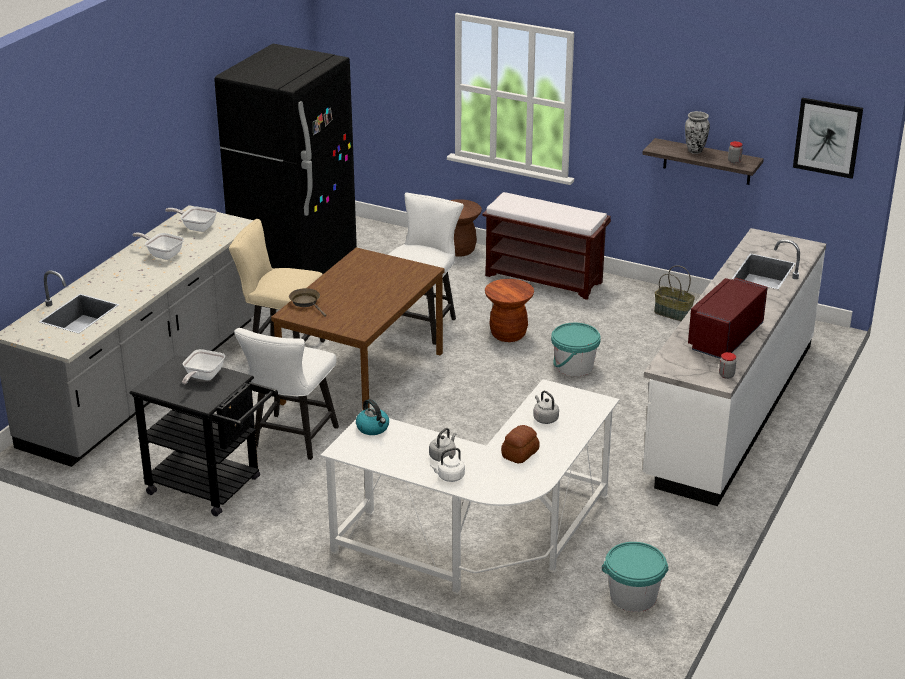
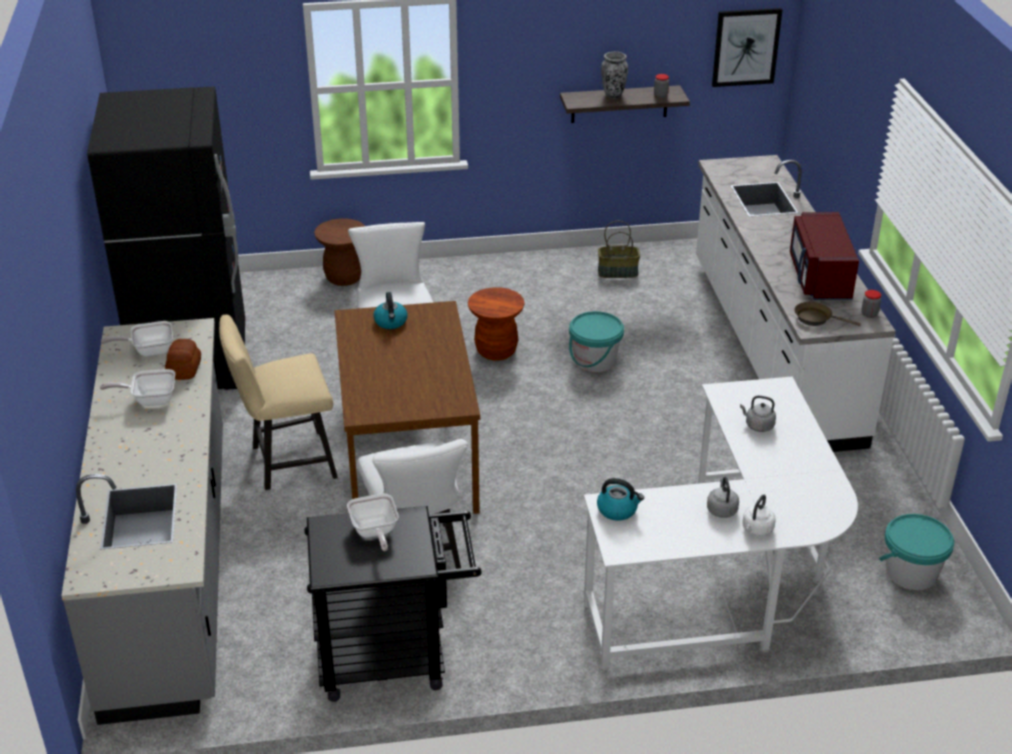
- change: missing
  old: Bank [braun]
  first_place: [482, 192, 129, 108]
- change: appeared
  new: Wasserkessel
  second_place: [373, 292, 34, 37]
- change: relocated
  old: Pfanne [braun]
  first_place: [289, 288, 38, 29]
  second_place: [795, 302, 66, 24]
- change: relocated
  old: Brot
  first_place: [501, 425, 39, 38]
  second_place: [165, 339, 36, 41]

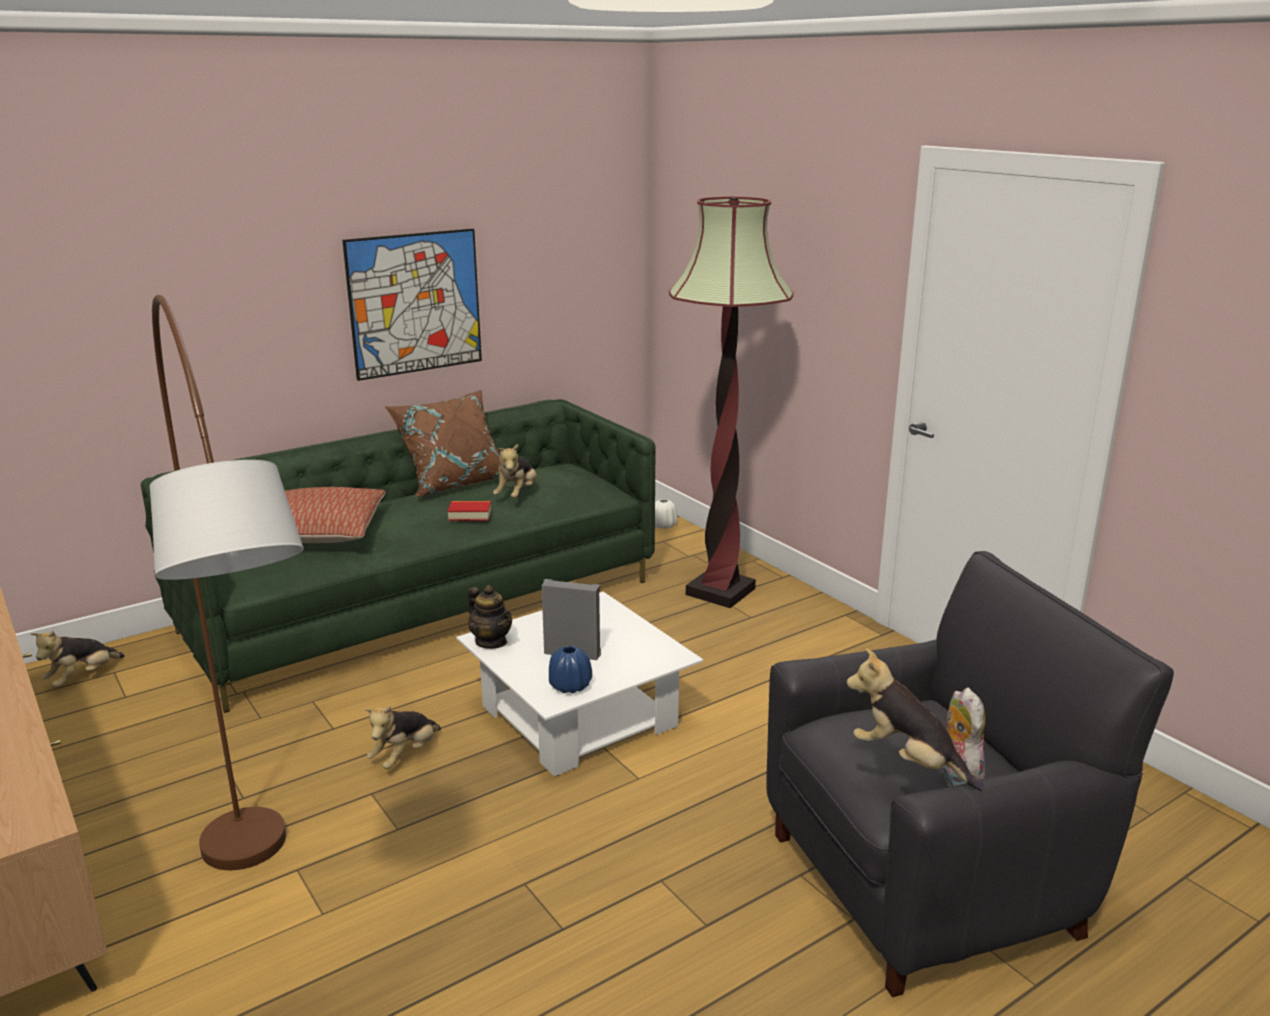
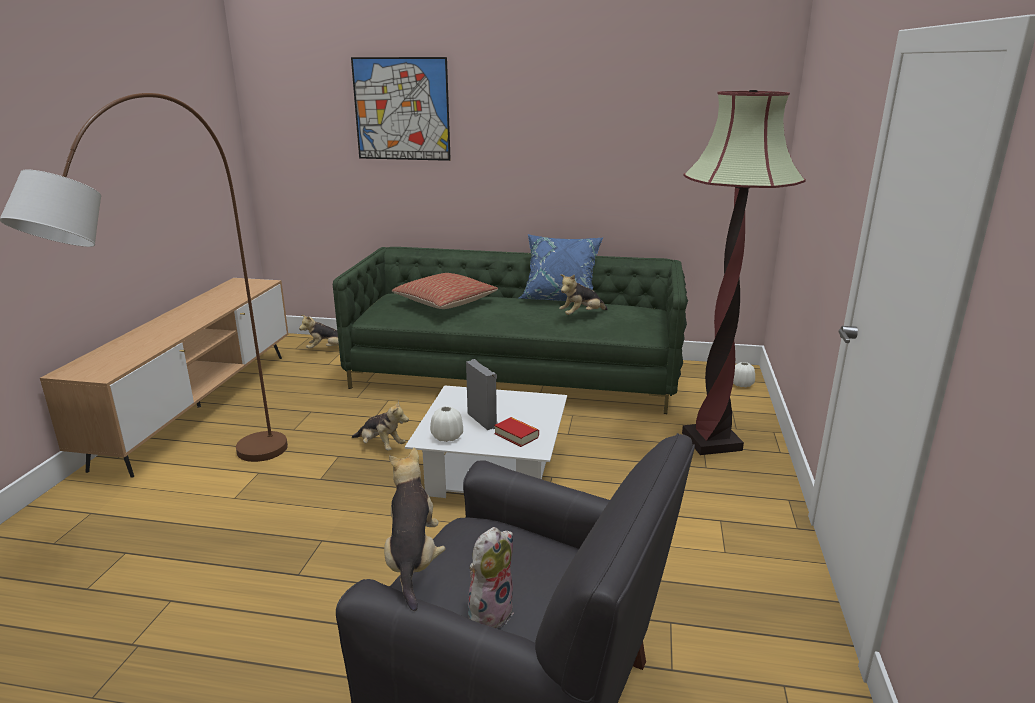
- change: missing
  old: Teekanne
  first_place: [468, 585, 44, 64]
- change: relocated
  old: Bild
  first_place: [342, 228, 140, 153]
  second_place: [351, 57, 100, 104]
- change: relocated
  old: Buch
  first_place: [448, 501, 43, 20]
  second_place: [494, 417, 45, 30]
- change: colour
  old: Kissen [braun]
  new: Kissen [blau]
  first_place: [385, 390, 115, 107]
  second_place: [519, 234, 84, 67]
- change: colour
  old: Vase [blau]
  new: Vase [weiß]
  first_place: [549, 646, 43, 47]
  second_place: [430, 406, 33, 36]
- change: spun
  old: Plüschtier
  first_place: [365, 706, 76, 63]
  second_place: [352, 400, 57, 50]
  degrees: -135

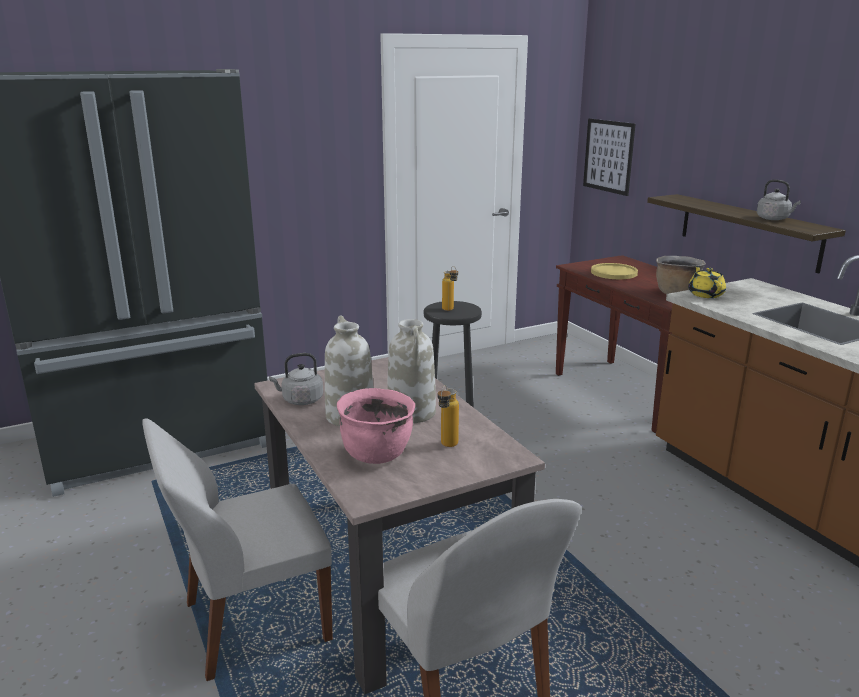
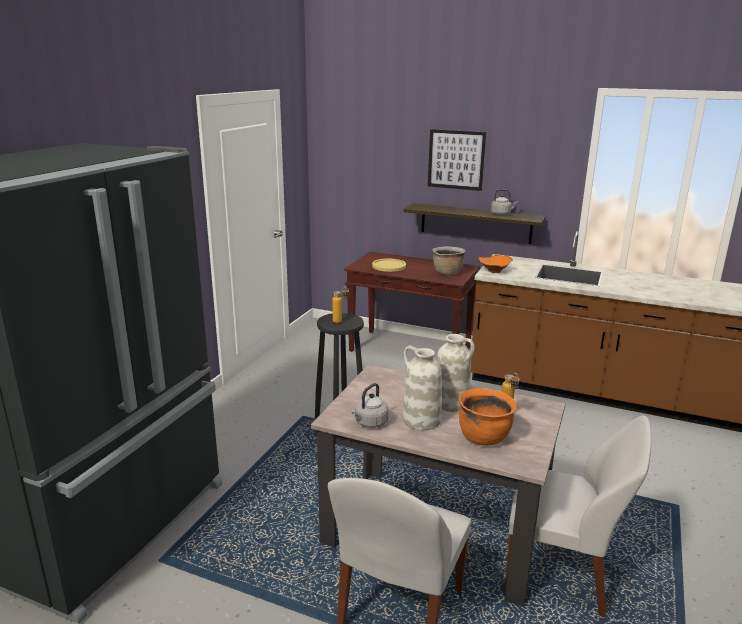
- change: relocated
  old: Bild
  first_place: [583, 118, 52, 78]
  second_place: [428, 129, 58, 62]
- change: exchanged
  old: Teekanne [gelb]
  new: Schüssel [orange]
  first_place: [688, 266, 38, 32]
  second_place: [478, 254, 35, 19]
- change: colour
  old: Kochtopf [rosa]
  new: Kochtopf [orange]
  first_place: [337, 388, 78, 76]
  second_place: [459, 388, 58, 58]

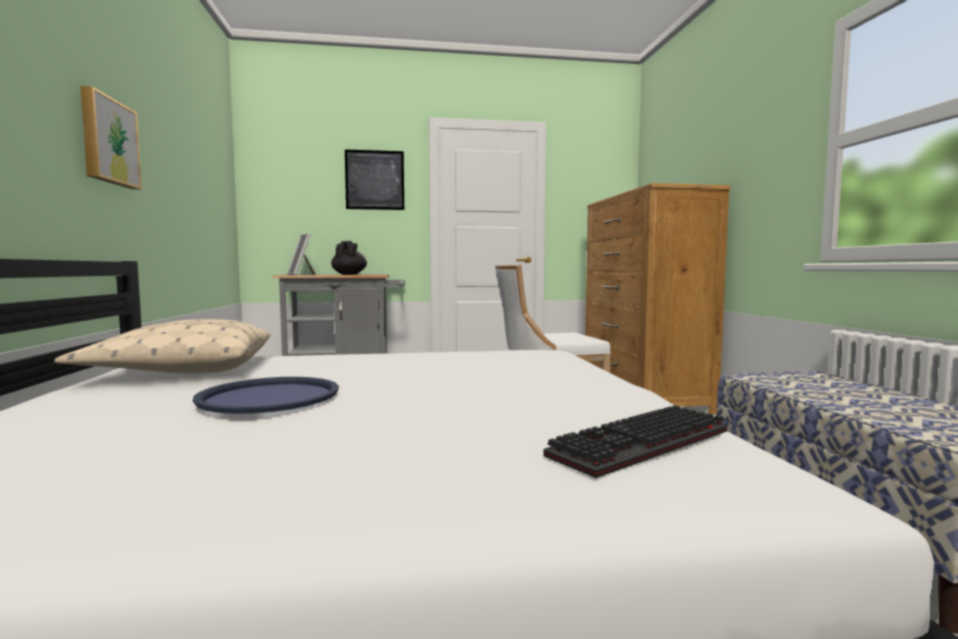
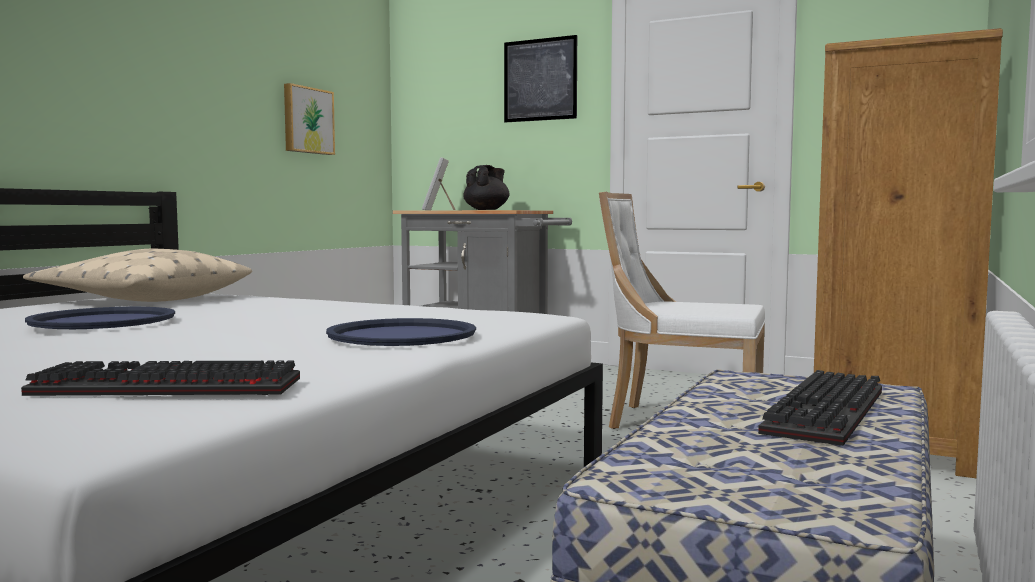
- change: appeared
  new: Tablett [blau]
  second_place: [326, 318, 150, 28]
- change: appeared
  new: Tastatur
  second_place: [758, 370, 124, 76]
- change: relocated
  old: Bild
  first_place: [80, 86, 62, 104]
  second_place: [284, 83, 51, 72]

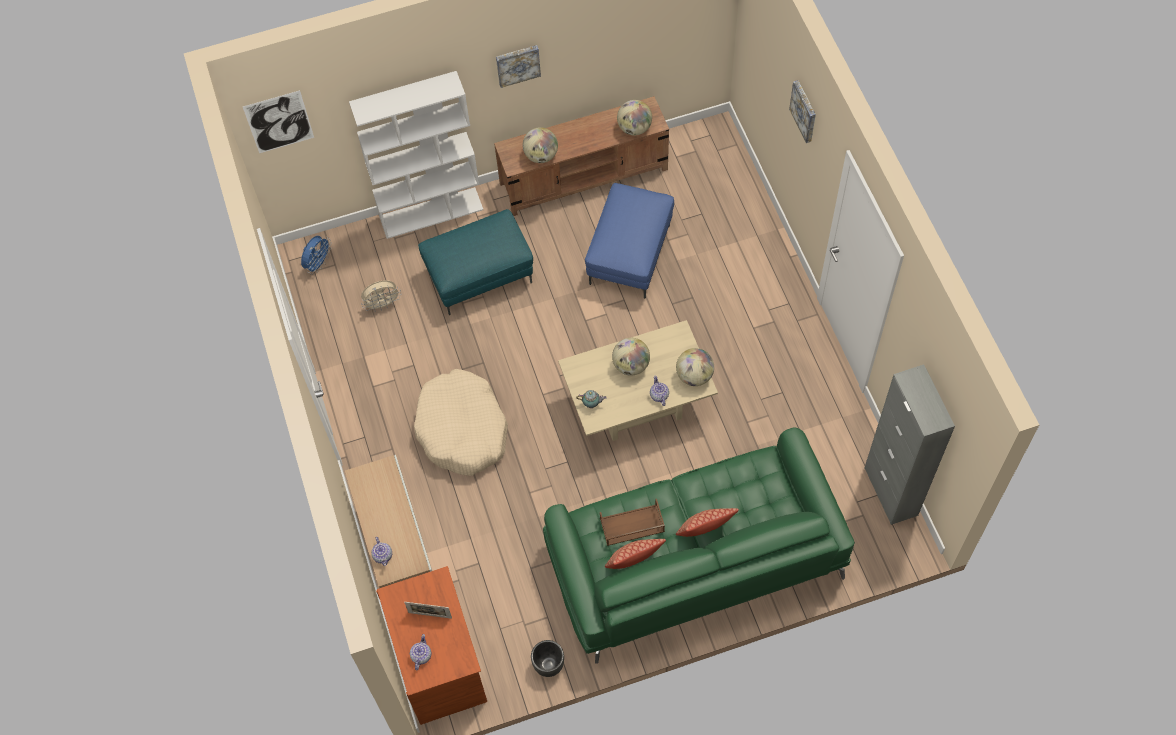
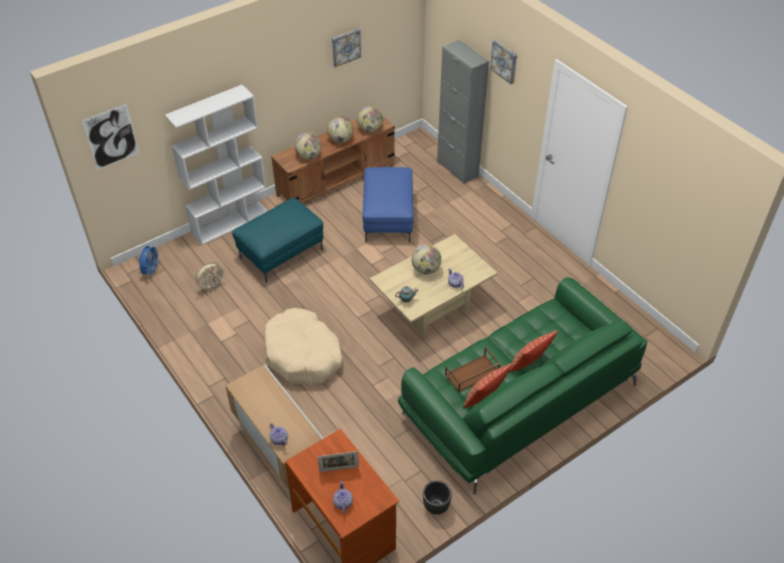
- change: relocated
  old: Bild
  first_place: [496, 45, 45, 43]
  second_place: [332, 28, 29, 40]
- change: relocated
  old: Globus
  first_place: [676, 348, 38, 38]
  second_place: [327, 116, 26, 27]
- change: relocated
  old: Schrank [grau]
  first_place: [864, 365, 91, 160]
  second_place: [437, 40, 52, 144]

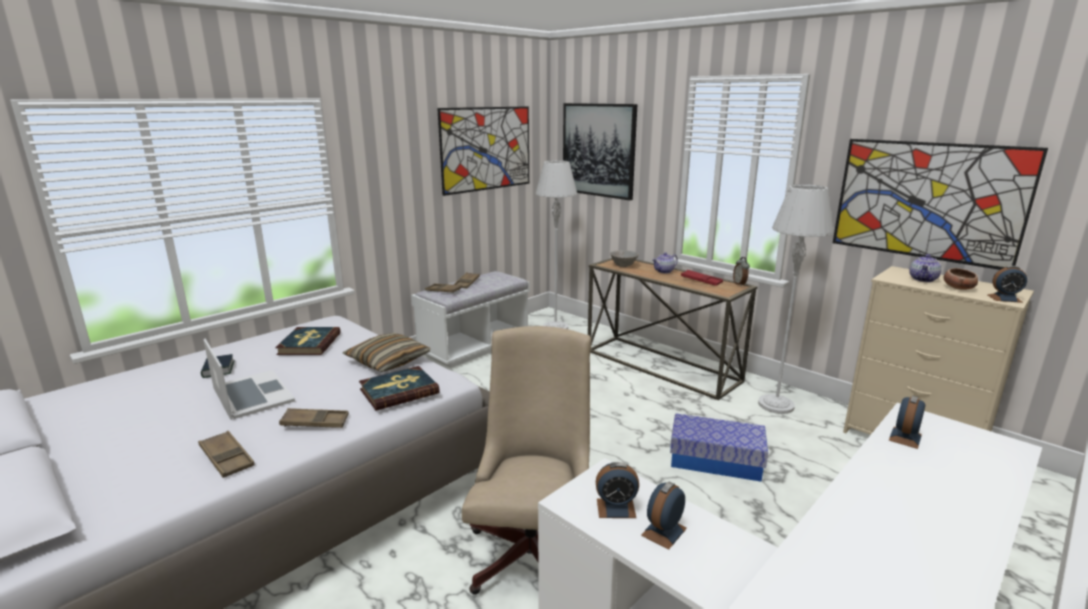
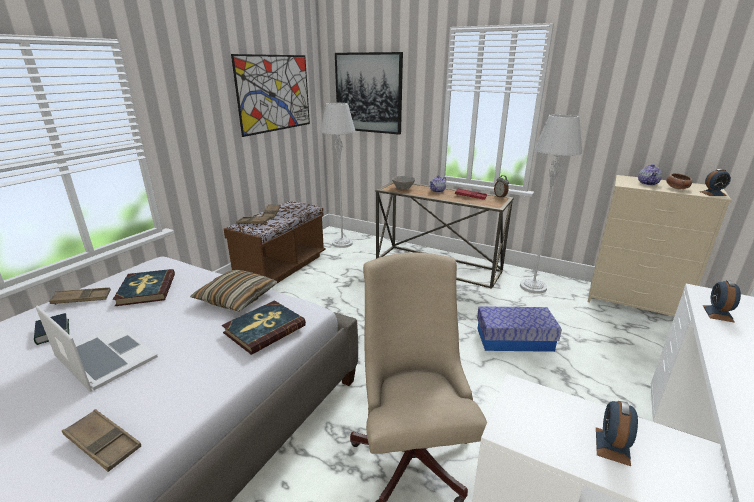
- change: missing
  old: Wecker
  first_place: [596, 462, 43, 56]
- change: missing
  old: Bild
  first_place: [833, 139, 215, 131]
- change: relocated
  old: Tablett [braun]
  first_place: [279, 408, 70, 20]
  second_place: [49, 287, 62, 18]
- change: colour
  old: Bank [weiß]
  new: Bank [braun]
  first_place: [411, 271, 119, 97]
  second_place: [224, 201, 101, 83]

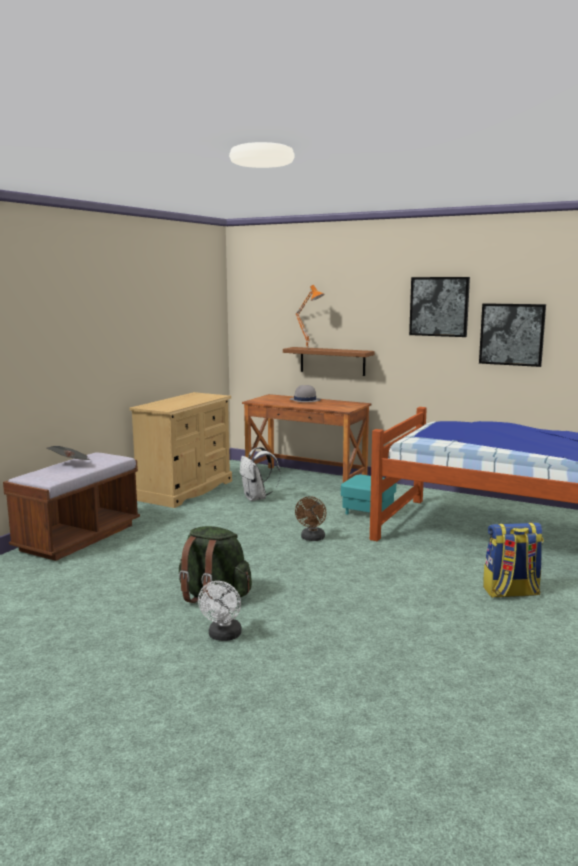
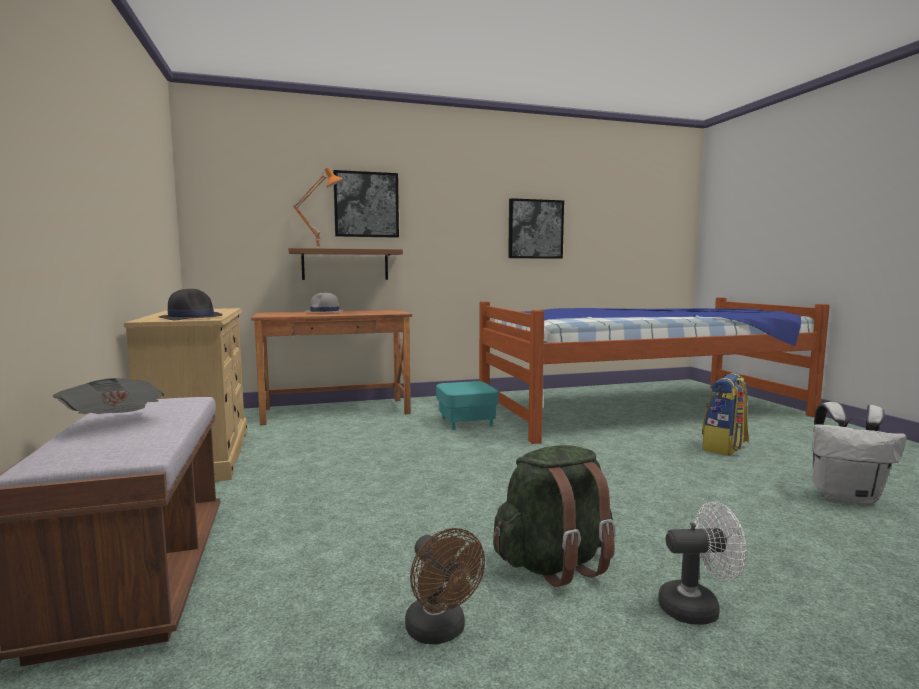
- change: appeared
  new: Hut [schwarz]
  second_place: [159, 289, 64, 31]
- change: relocated
  old: Rucksack [weiß]
  first_place: [240, 447, 40, 54]
  second_place: [812, 402, 94, 103]
- change: relocated
  old: Ventilator [braun]
  first_place: [295, 496, 31, 45]
  second_place: [405, 528, 80, 116]
- change: relocated
  old: Bild
  first_place: [409, 277, 61, 60]
  second_place: [333, 170, 66, 68]
- change: spun
  old: Ventilator [weiß]
  first_place: [198, 581, 44, 60]
  second_place: [658, 502, 89, 123]
  degrees: -60

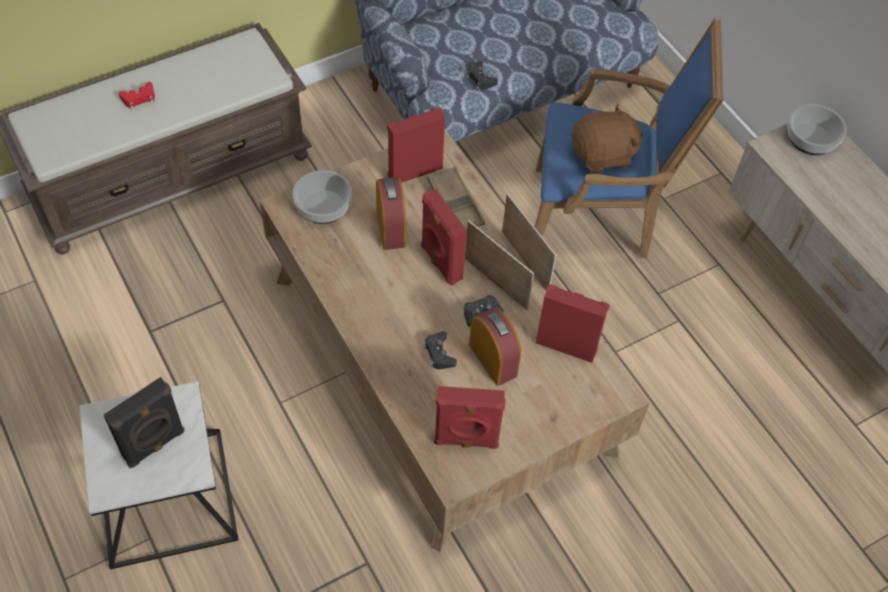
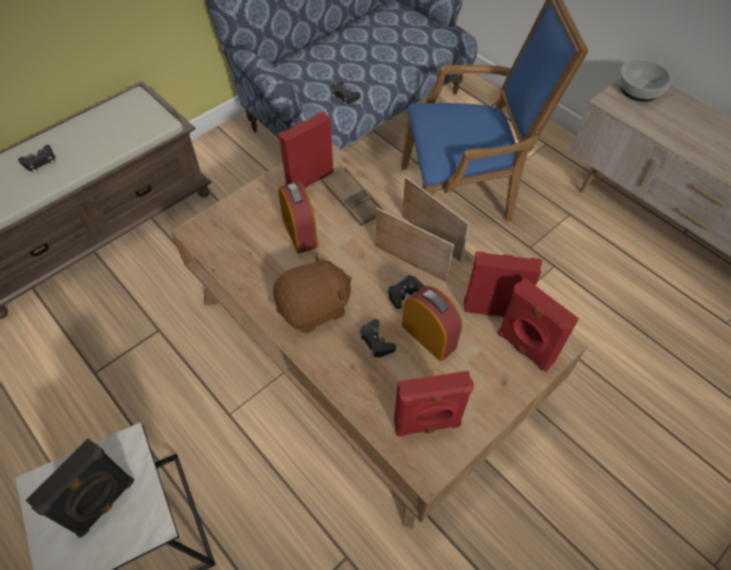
- change: missing
  old: Schüssel
  first_place: [293, 170, 59, 54]
- change: relocated
  old: Lautsprecher [rot]
  first_place: [421, 189, 46, 97]
  second_place: [498, 278, 81, 94]
- change: relocated
  old: Plüschtier [braun]
  first_place: [572, 104, 72, 70]
  second_place: [273, 252, 79, 81]
- change: colour
  old: Gamepad [rot]
  new: Gamepad [schwarz]
  first_place: [118, 82, 37, 28]
  second_place: [18, 145, 37, 28]

